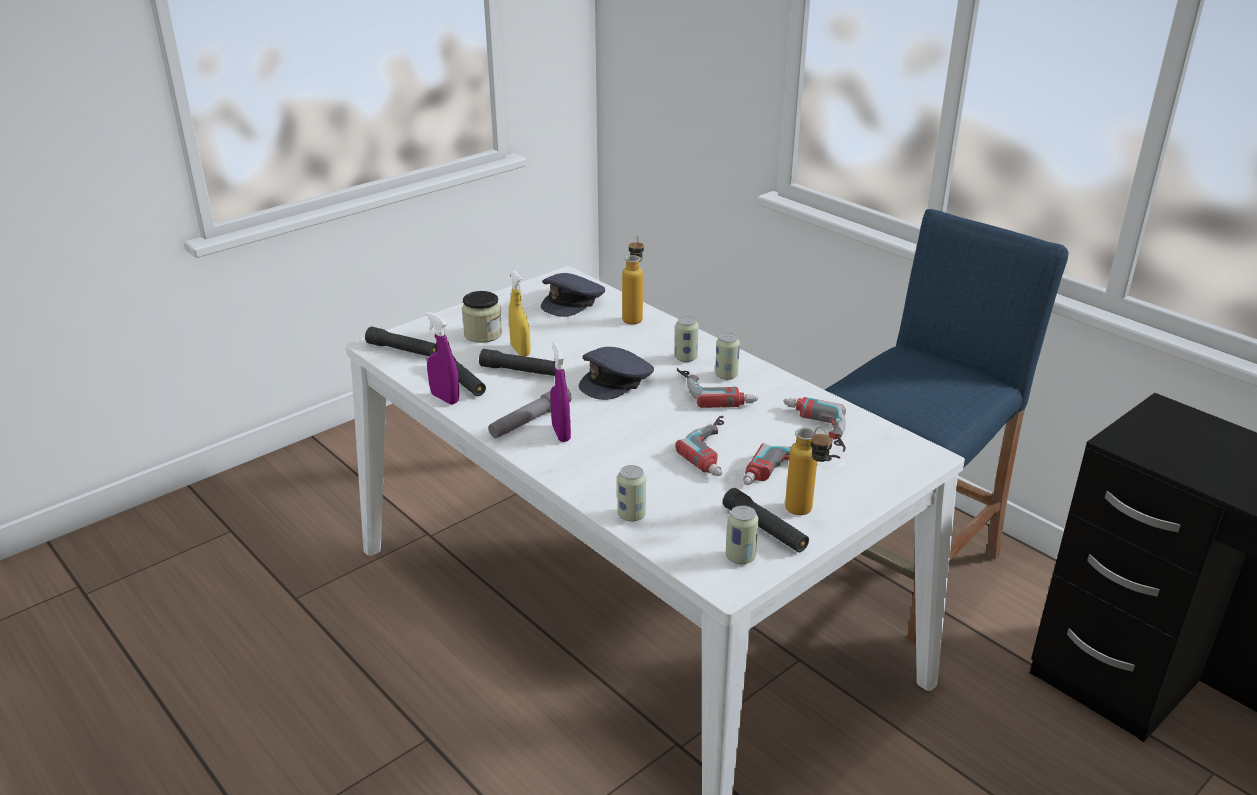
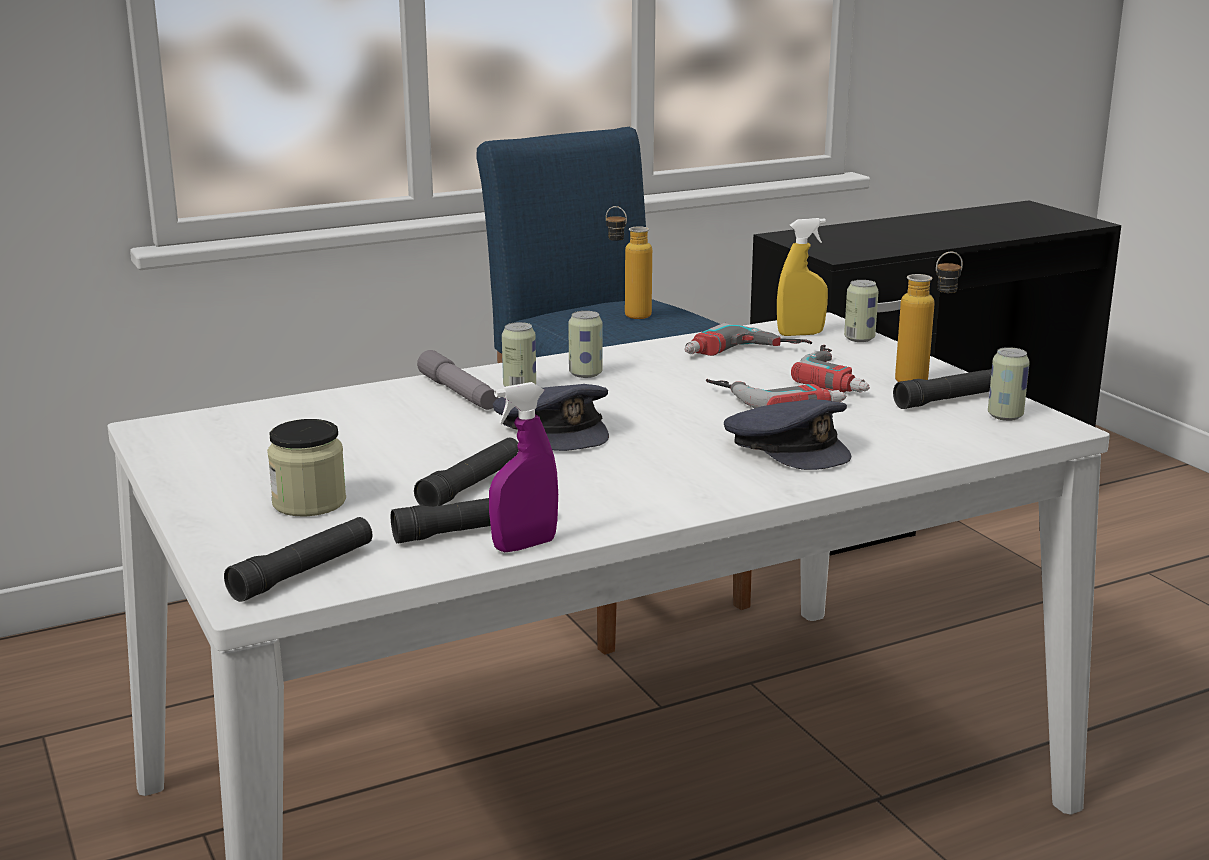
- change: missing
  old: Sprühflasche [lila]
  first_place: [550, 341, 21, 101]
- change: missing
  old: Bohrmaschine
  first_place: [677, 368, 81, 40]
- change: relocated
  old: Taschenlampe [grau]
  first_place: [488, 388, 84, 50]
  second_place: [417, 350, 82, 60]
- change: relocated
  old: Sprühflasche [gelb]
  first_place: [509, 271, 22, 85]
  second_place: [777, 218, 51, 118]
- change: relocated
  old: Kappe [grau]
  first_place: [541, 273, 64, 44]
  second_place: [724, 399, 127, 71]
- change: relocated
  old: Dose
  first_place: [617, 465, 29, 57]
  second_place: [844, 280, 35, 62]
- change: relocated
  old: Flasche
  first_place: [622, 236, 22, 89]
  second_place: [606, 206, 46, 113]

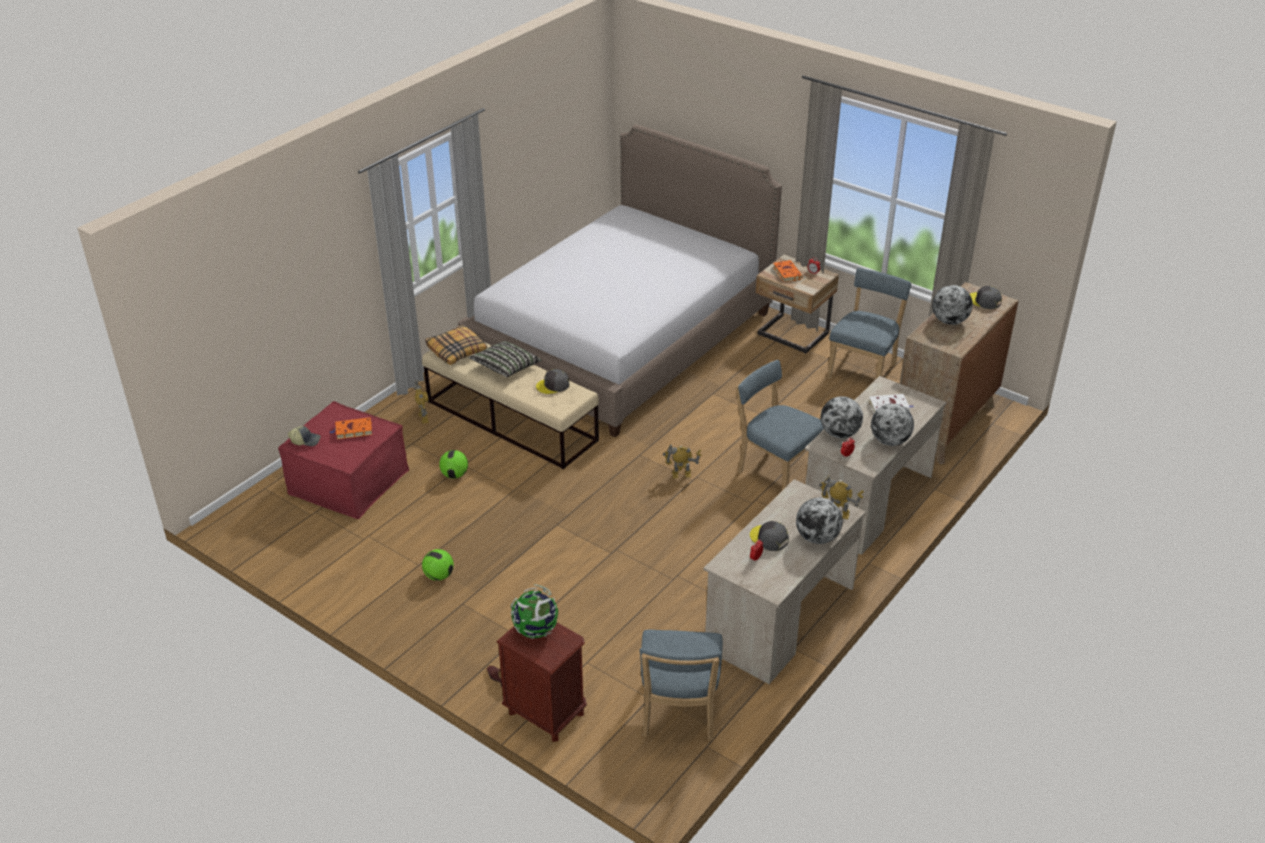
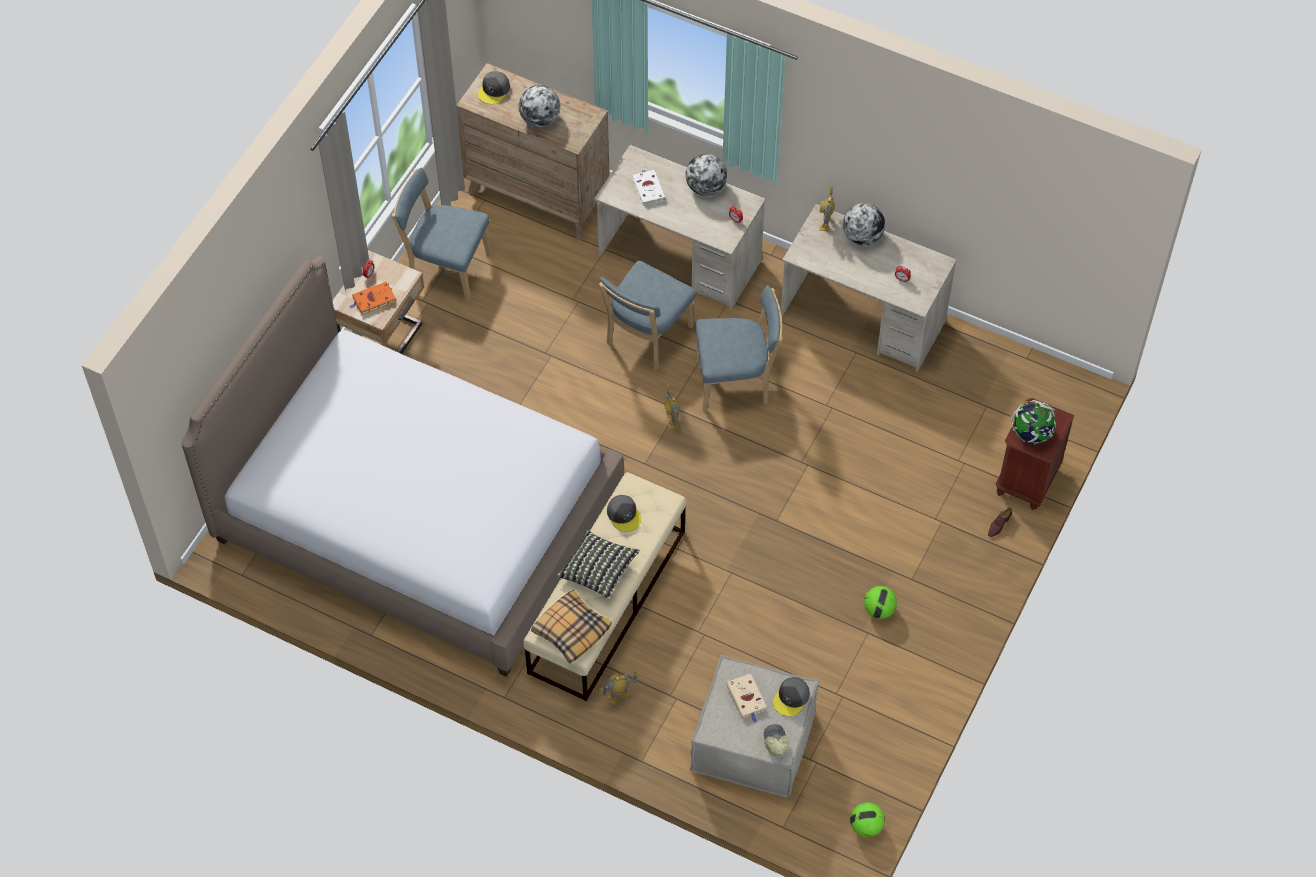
- change: missing
  old: Globus
  first_place: [821, 396, 42, 42]
- change: relocated
  old: Fußball
  first_place: [439, 450, 29, 29]
  second_place: [850, 802, 35, 35]
- change: relocated
  old: Stuhl [blau]
  first_place: [640, 630, 83, 111]
  second_place: [695, 285, 88, 126]
- change: relocated
  old: Kappe [grau]
  first_place: [750, 521, 39, 30]
  second_place: [773, 677, 37, 39]
- change: colour
  old: Polsterhocker [rot]
  new: Polsterhocker [beige]
  first_place: [278, 401, 131, 118]
  second_place: [690, 655, 129, 143]
- change: colour
  old: Buch [orange]
  new: Buch [beige]
  first_place: [329, 417, 43, 22]
  second_place: [726, 673, 40, 50]

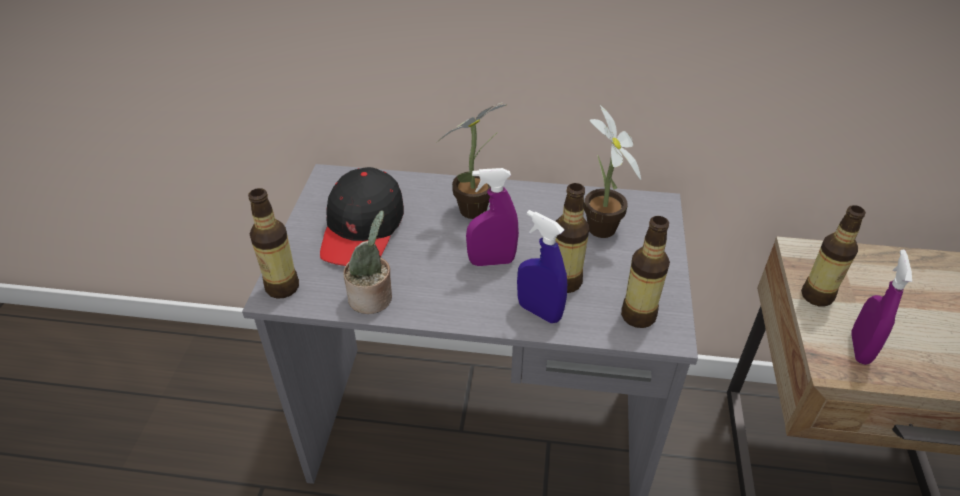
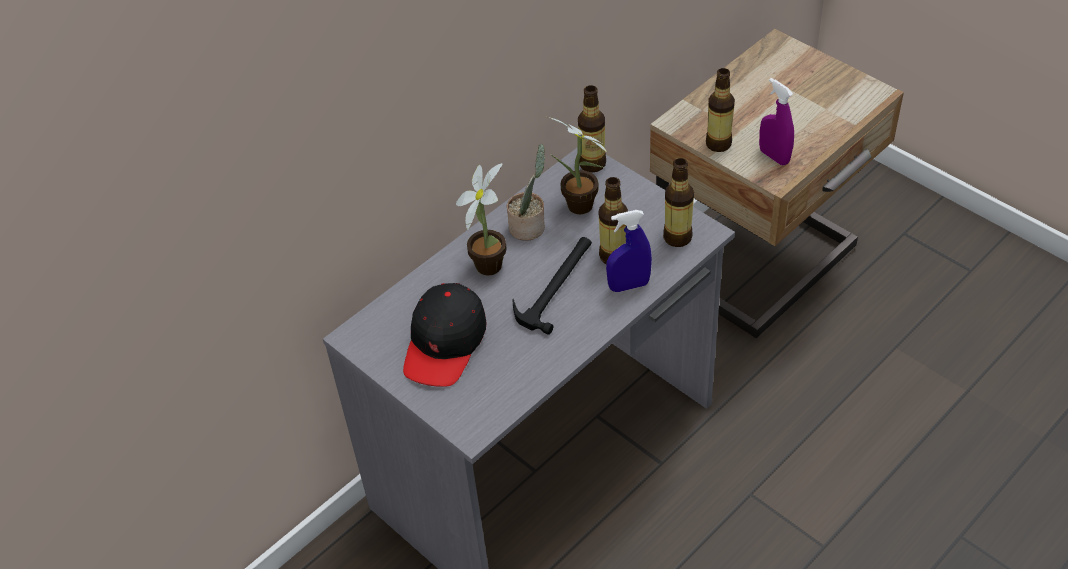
- change: relocated
  old: Flasche
  first_place: [248, 188, 51, 110]
  second_place: [578, 85, 28, 88]
- change: relocated
  old: Topfpflanze
  first_place: [343, 210, 49, 104]
  second_place: [507, 144, 38, 97]
- change: exchanged
  old: Sprühflasche [lila]
  new: Hammer
  first_place: [466, 168, 53, 98]
  second_place: [512, 237, 80, 98]
- change: spun
  old: Kappe [schwarz]
  first_place: [320, 167, 84, 99]
  second_place: [403, 283, 84, 104]
  degrees: 60

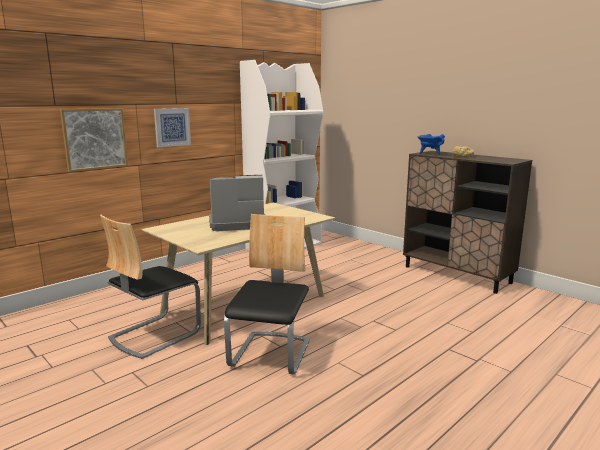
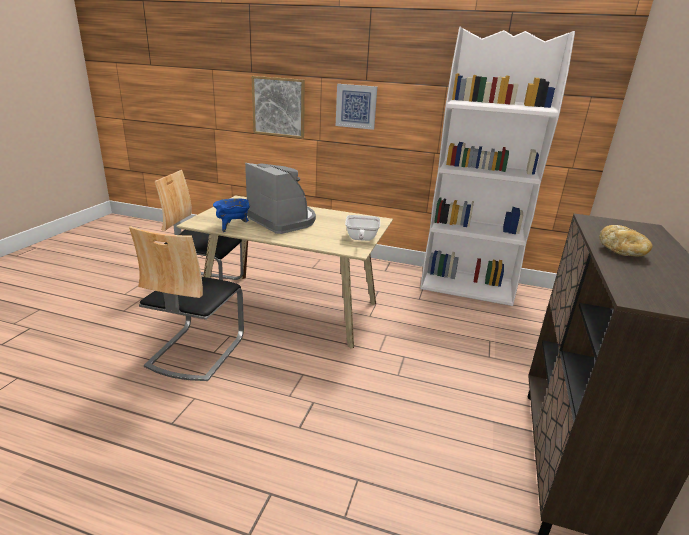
- change: appeared
  new: Pfanne
  second_place: [345, 215, 35, 26]
- change: relocated
  old: Kochtopf [blau]
  first_place: [418, 134, 27, 21]
  second_place: [213, 198, 37, 34]
- change: spun
  old: Stuhl
  first_place: [224, 214, 86, 161]
  second_place: [129, 226, 115, 155]
  degrees: 120

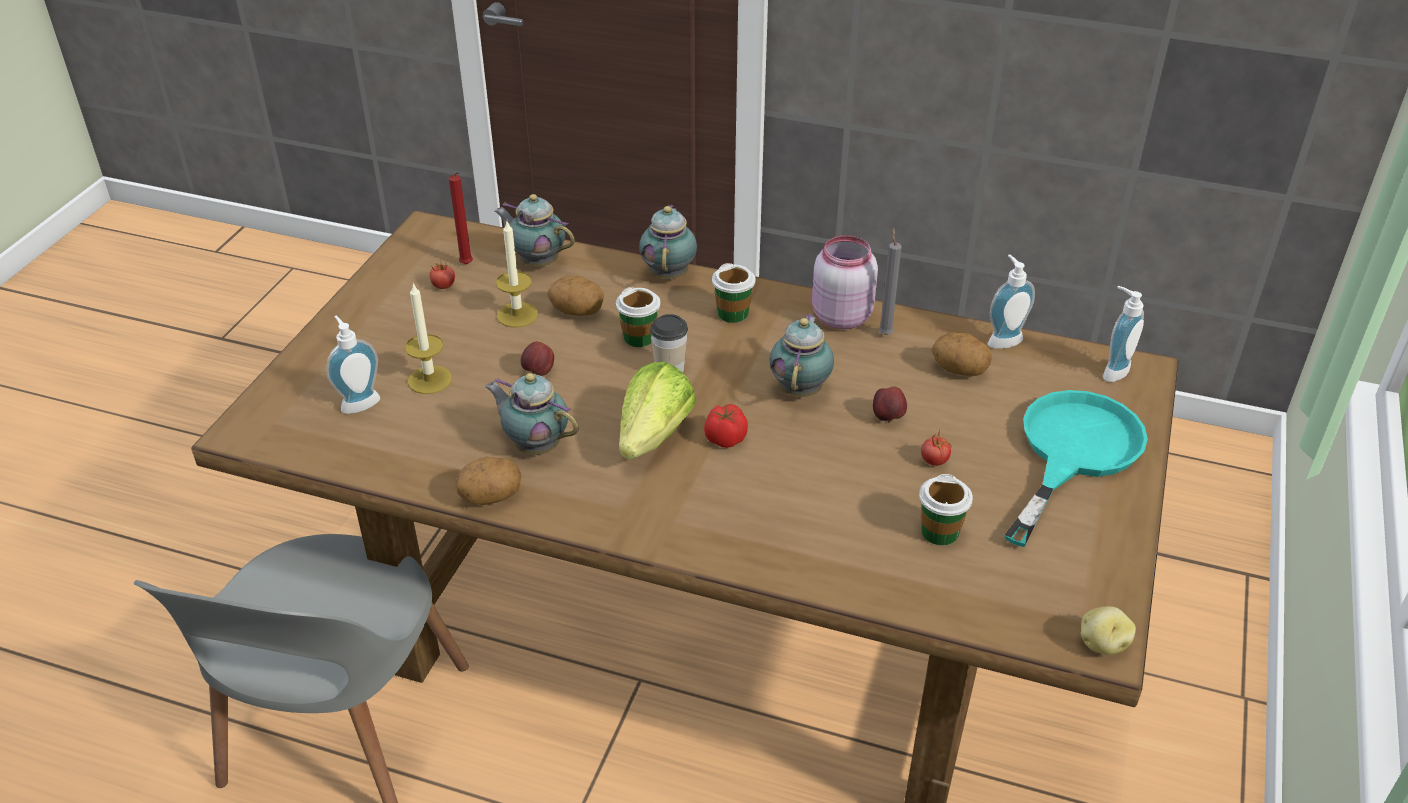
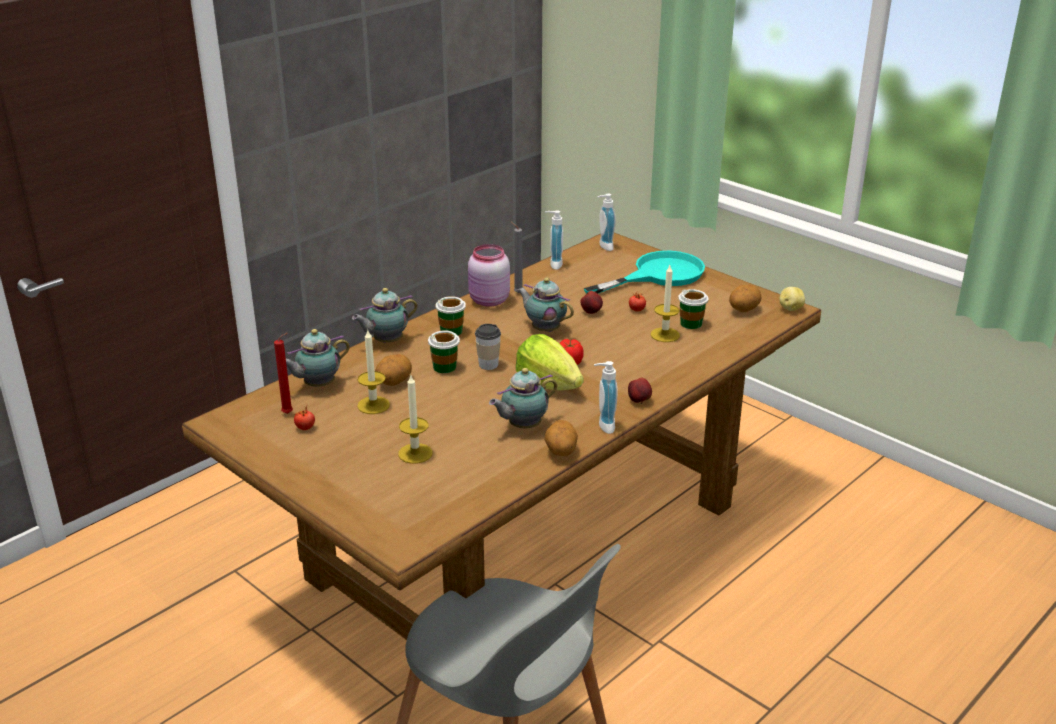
- change: appeared
  new: Kerze
  second_place: [651, 265, 29, 77]
- change: relocated
  old: Seifenspender
  first_place: [326, 315, 54, 99]
  second_place: [594, 361, 23, 73]
- change: relocated
  old: Apfel
  first_place: [521, 341, 33, 35]
  second_place: [628, 378, 24, 26]
- change: relocated
  old: Kartoffel
  first_place: [931, 332, 61, 44]
  second_place: [729, 285, 33, 27]
- change: spun
  old: Teekanne
  first_place: [639, 205, 58, 75]
  second_place: [352, 288, 66, 55]
  degrees: -60
- change: spun
  old: Pfanne [türkis]
  first_place: [1004, 390, 144, 157]
  second_place: [584, 251, 121, 43]
  degrees: 90

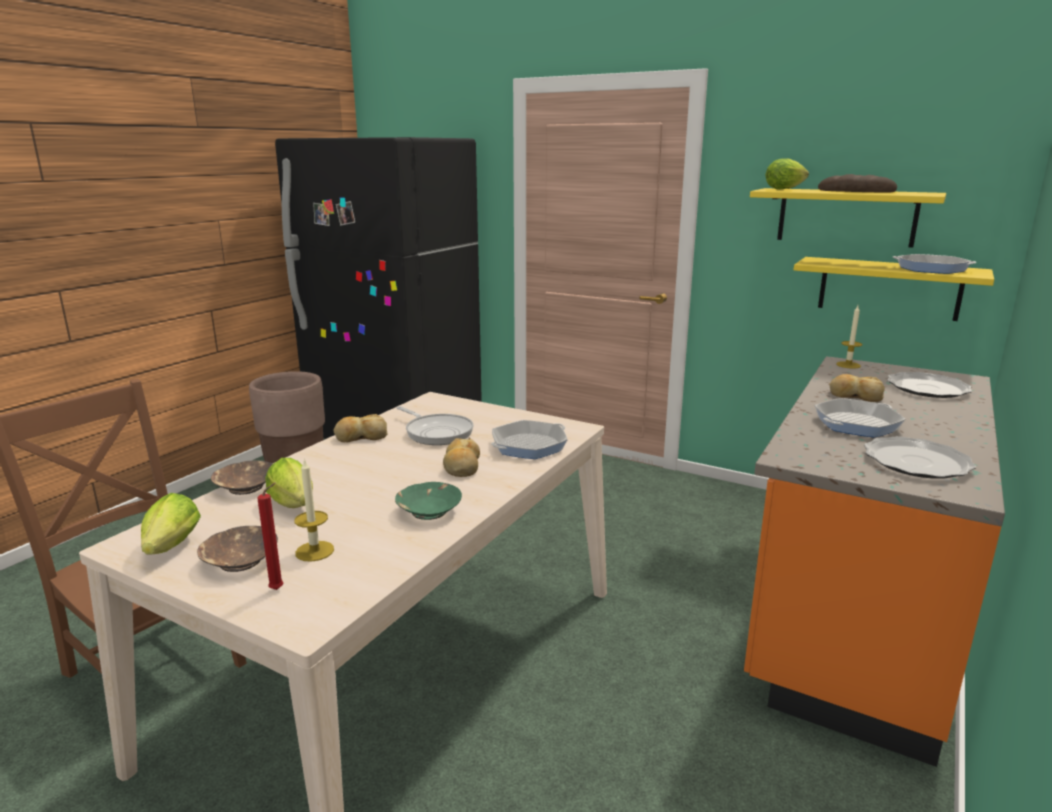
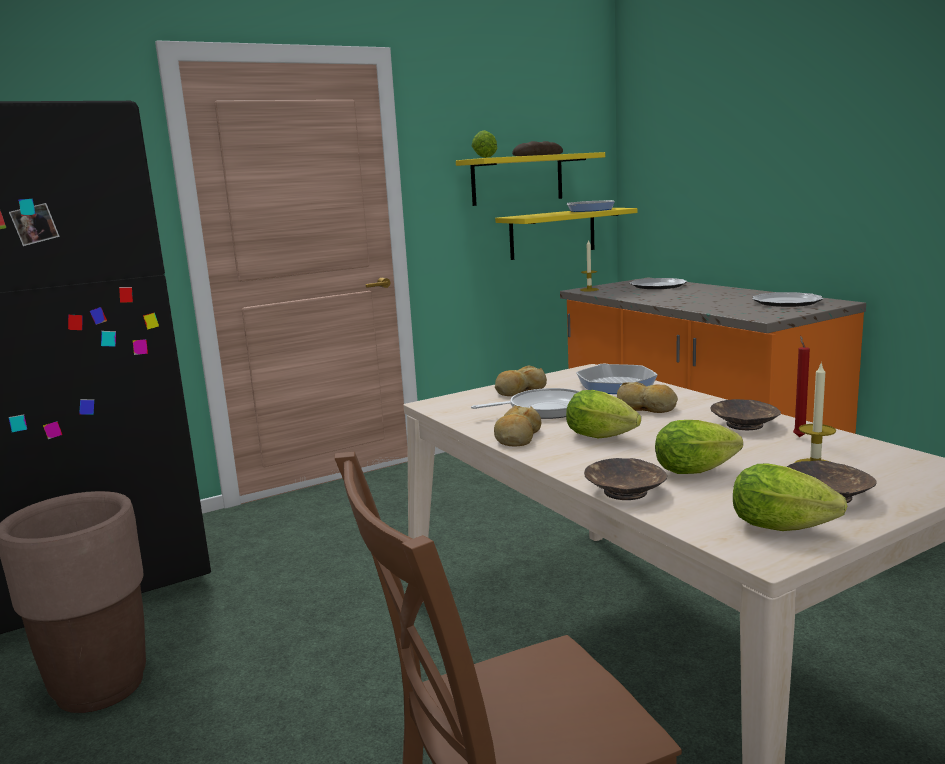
- change: missing
  old: Pfanne
  first_place: [814, 398, 92, 39]
- change: appeared
  new: Salatkopf
  second_place: [566, 390, 75, 49]
- change: relocated
  old: Kerze [rot]
  first_place: [257, 483, 26, 107]
  second_place: [793, 336, 17, 101]
- change: relocated
  old: Brot
  first_place: [829, 374, 56, 28]
  second_place: [495, 365, 52, 31]
- change: colour
  old: Schüssel [grün]
  new: Schüssel [braun]
  first_place: [395, 482, 67, 38]
  second_place: [711, 399, 70, 31]

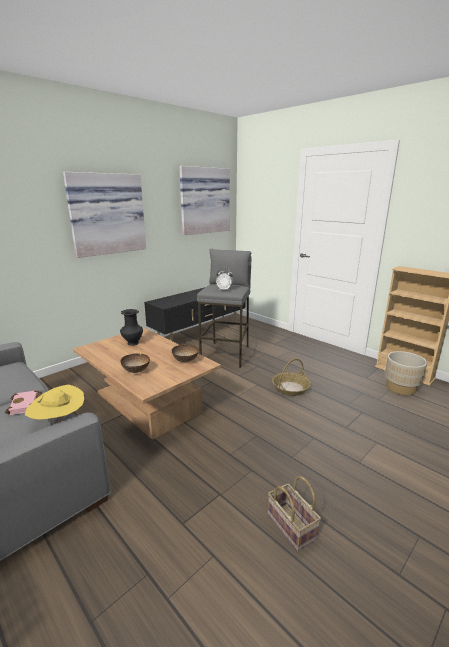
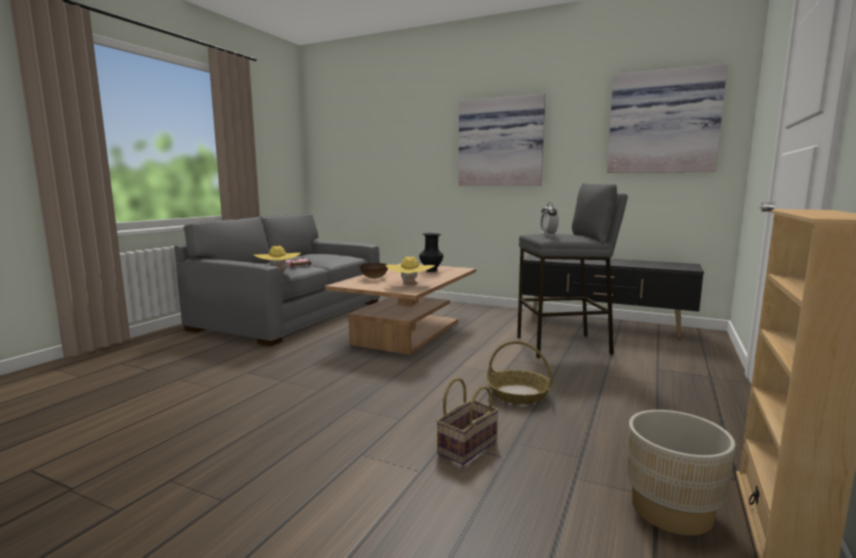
- change: relocated
  old: Korb
  first_place: [268, 476, 53, 76]
  second_place: [436, 377, 63, 88]
- change: exchanged
  old: Schüssel
  new: Hut [gelb]
  first_place: [172, 344, 27, 19]
  second_place: [385, 257, 50, 28]

